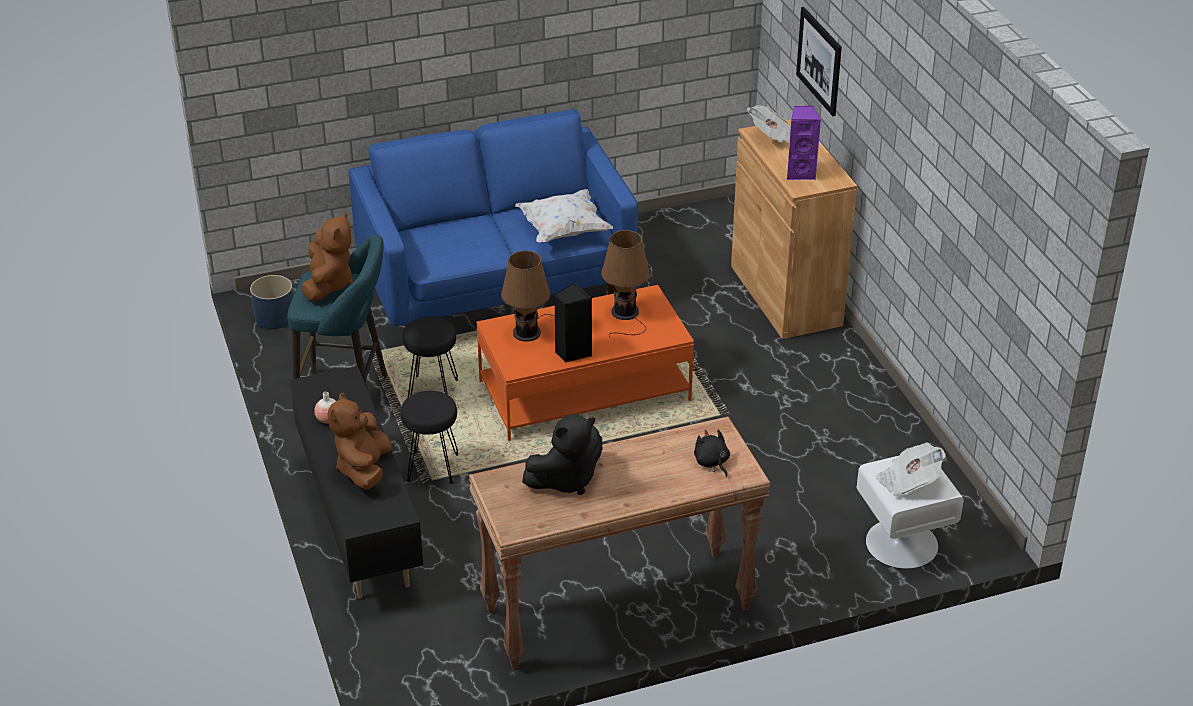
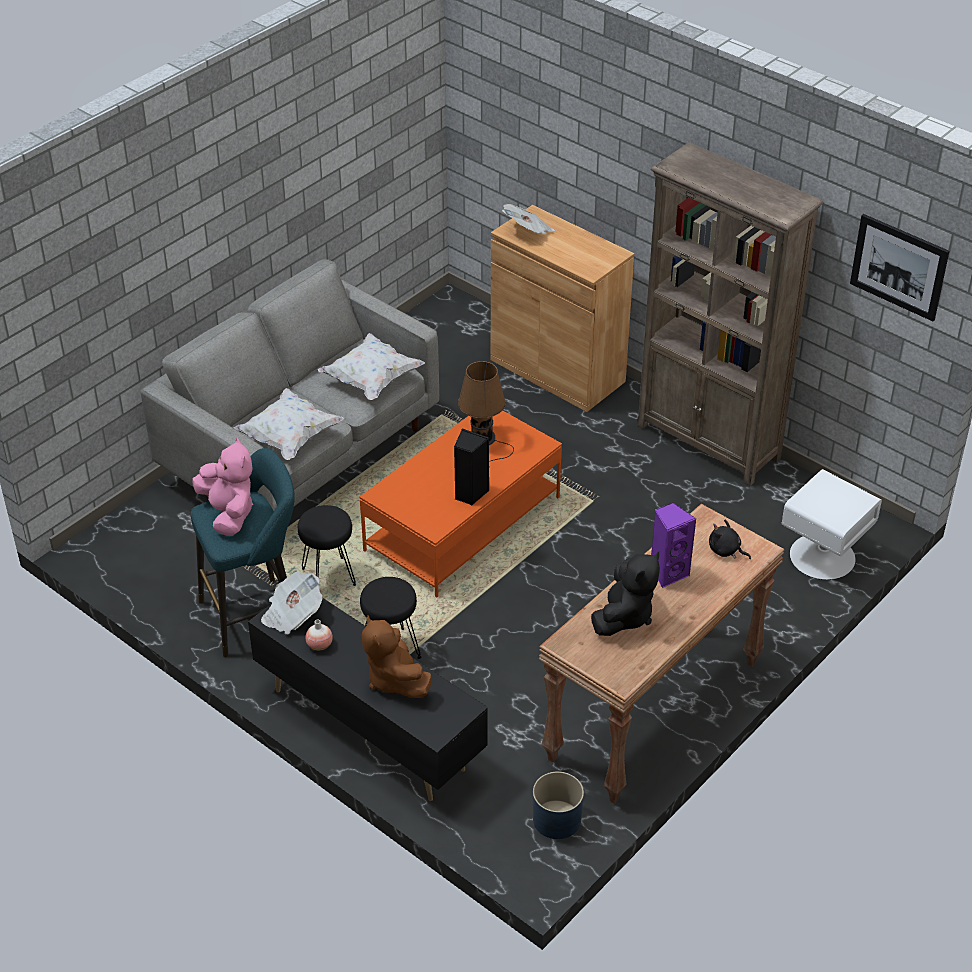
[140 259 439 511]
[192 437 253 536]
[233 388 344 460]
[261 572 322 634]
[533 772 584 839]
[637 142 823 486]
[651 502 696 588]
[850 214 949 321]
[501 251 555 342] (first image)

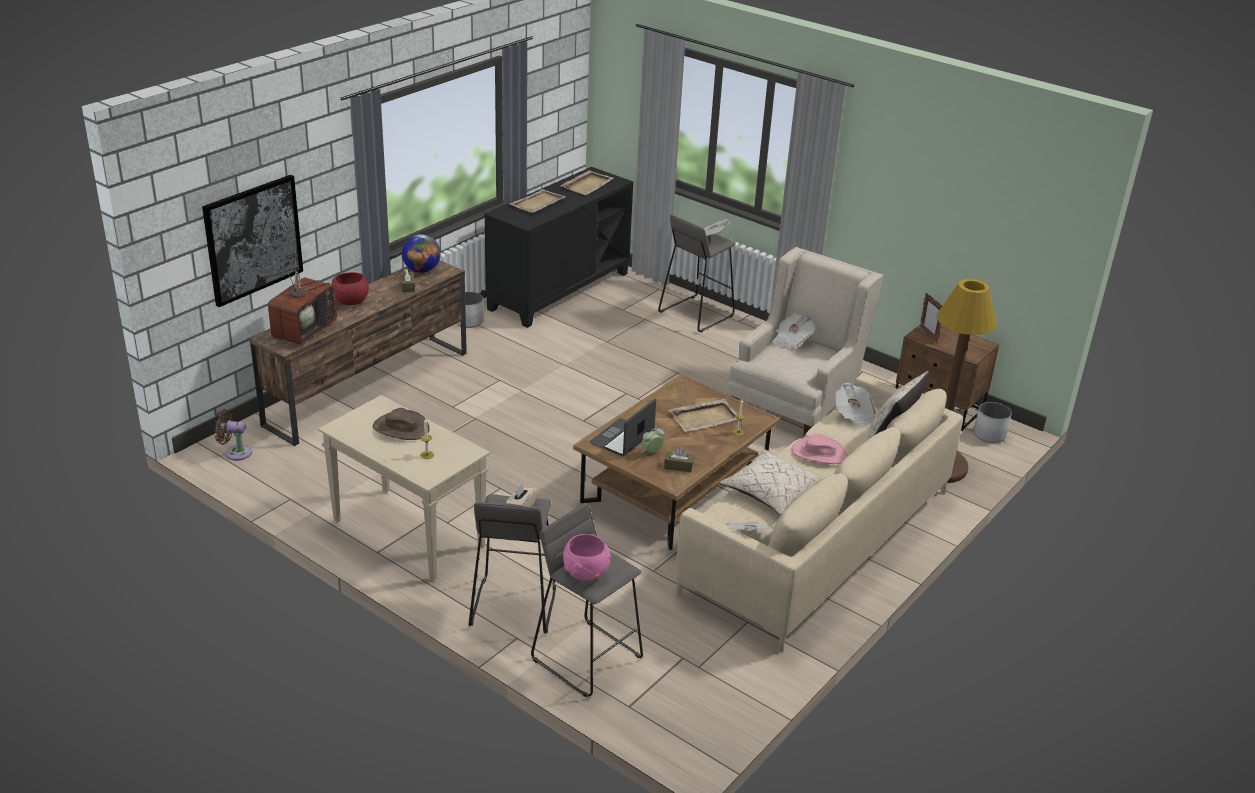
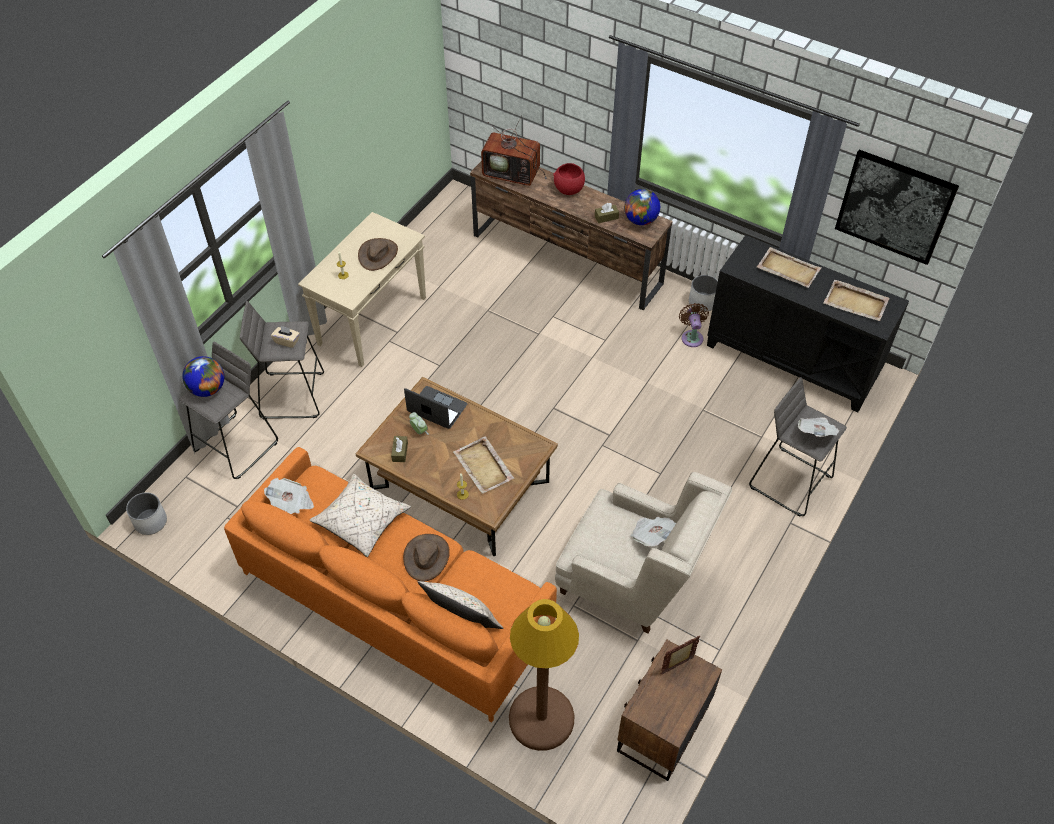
[126 492 167 535]
[182 356 224 397]
[224 447 557 722]
[403 534 450 582]
[679 303 709 347]
[835 150 959 265]
[835 383 876 429] (first image)

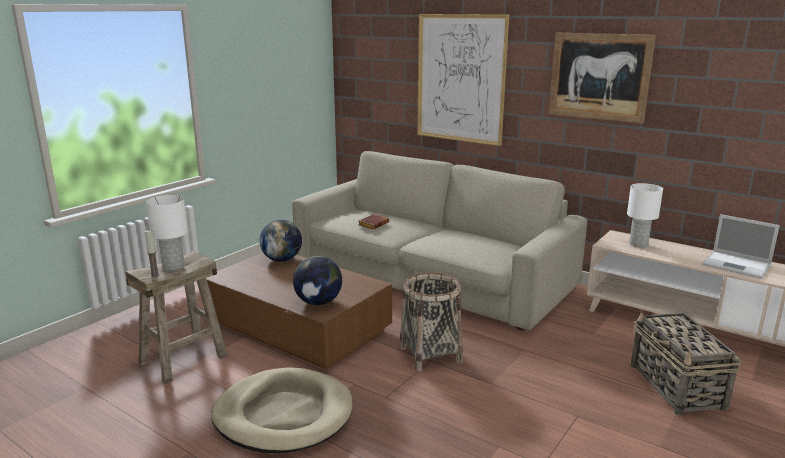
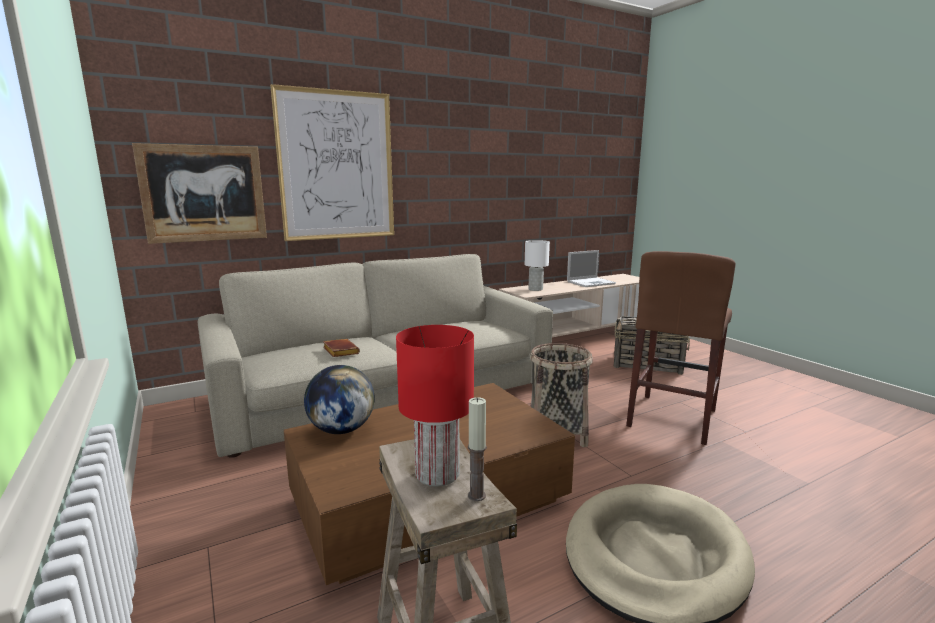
[132 143 267 244]
[396 325 474 487]
[626 251 736 445]
[293 256 342 305] (first image)

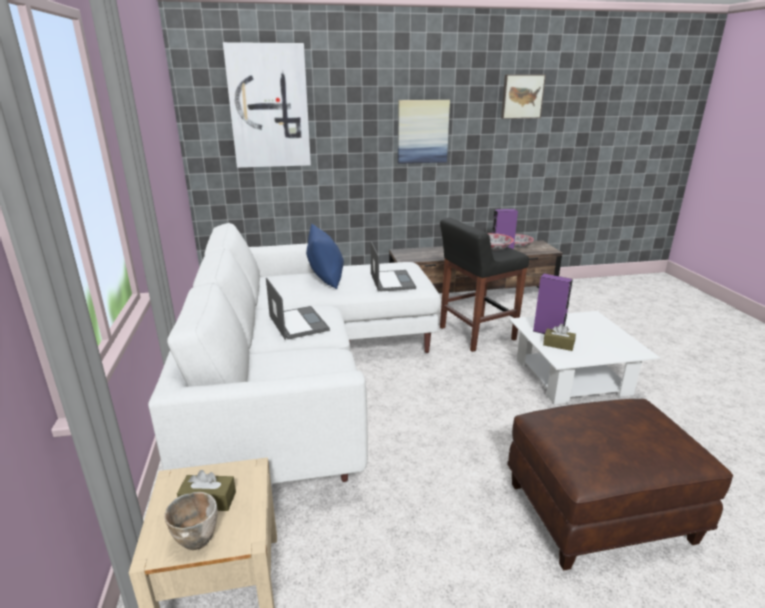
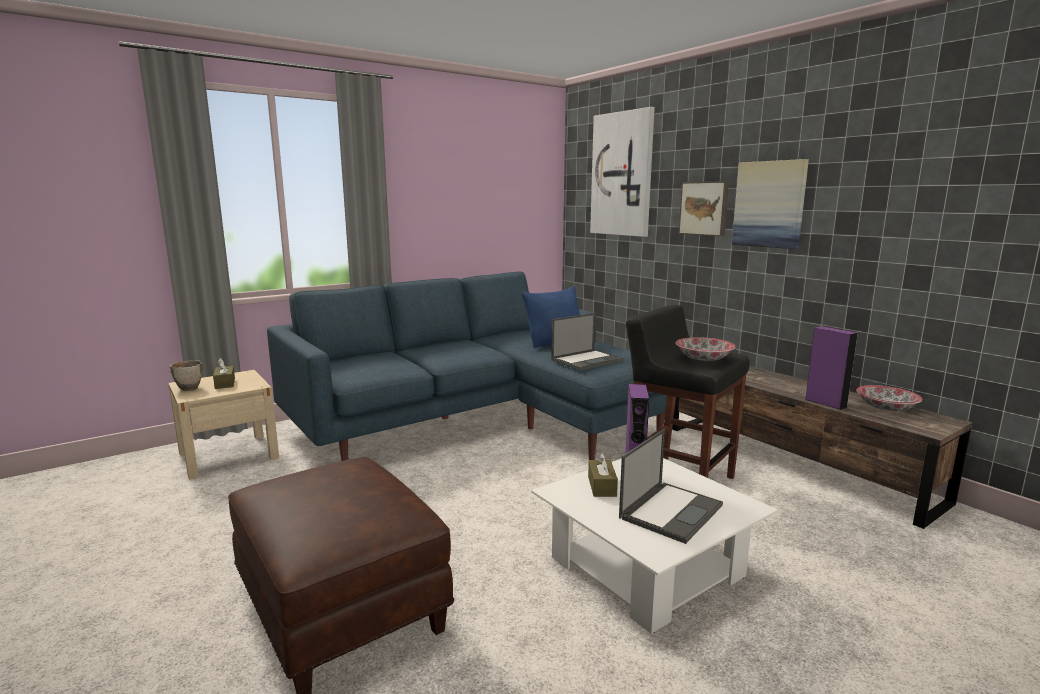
[267 272 667 461]
[619 429 723 544]
[678 181 729 236]

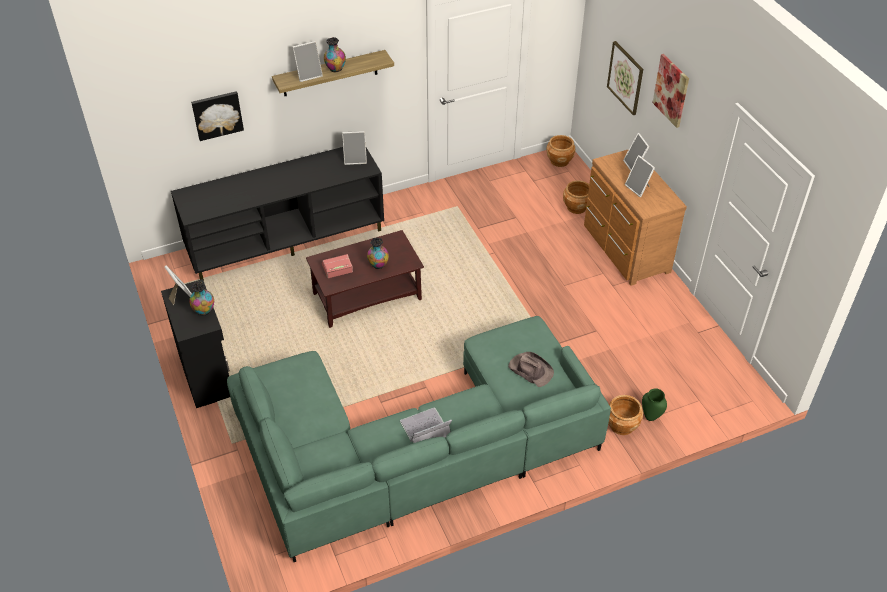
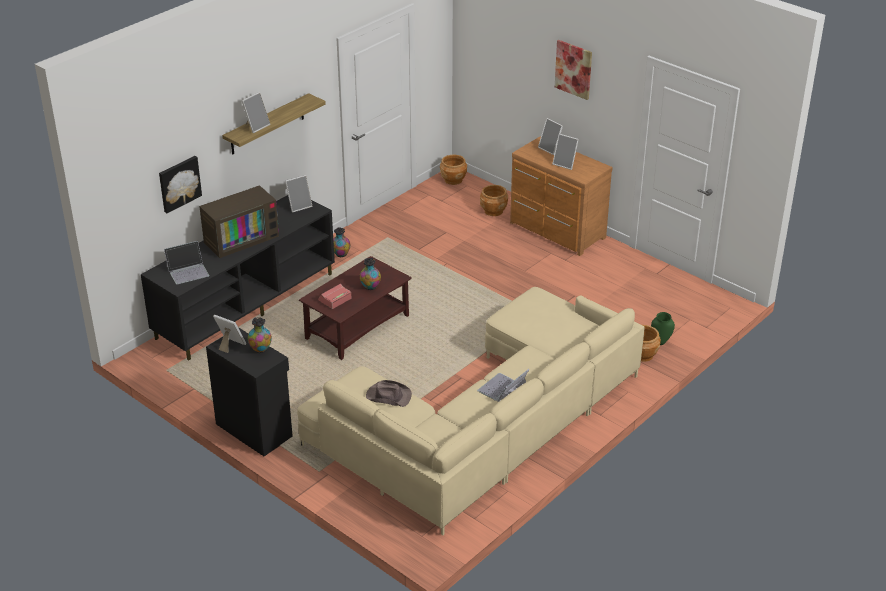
[164 241 210 284]
[199 185 279 258]
[297 287 645 535]
[333 227 350 258]
[366 380 412 407]
[607 41 643 115] (first image)

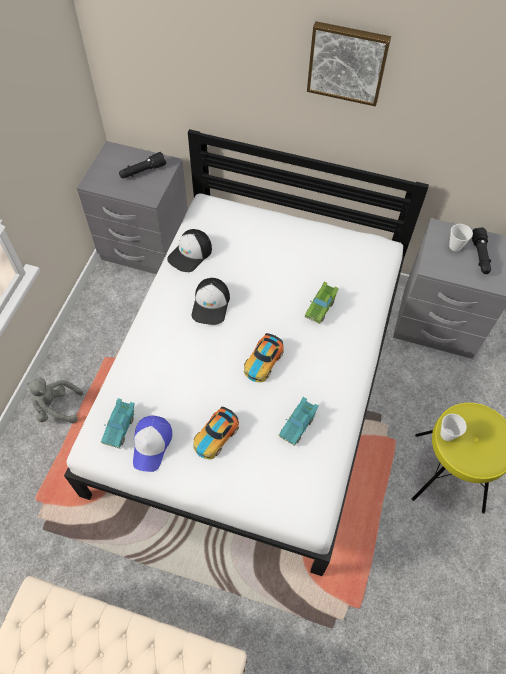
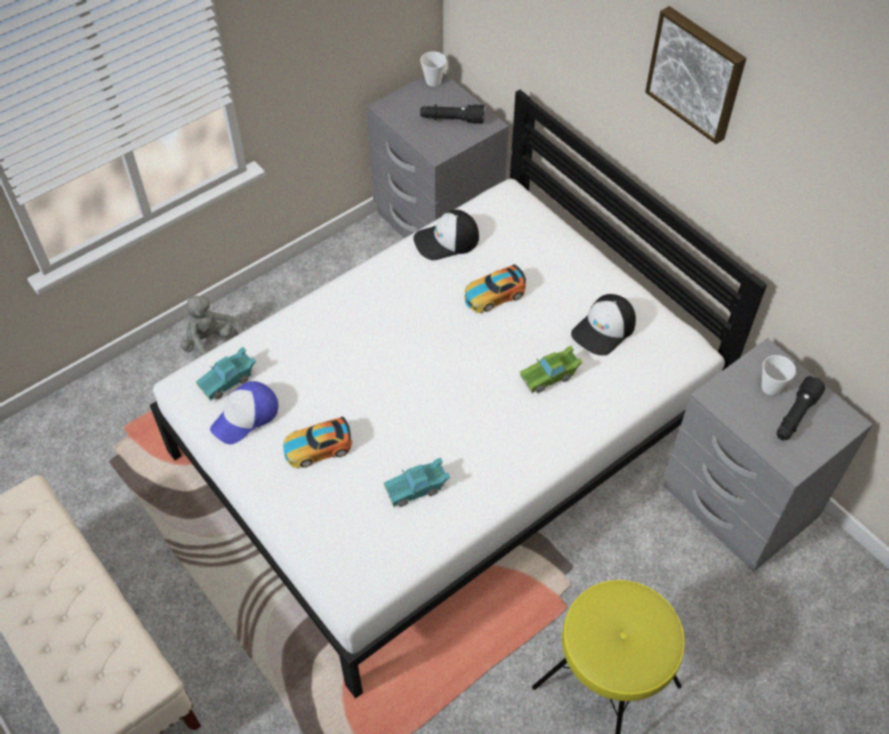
[420 51 447 87]
[464 264 526 313]
[571 294 636 355]

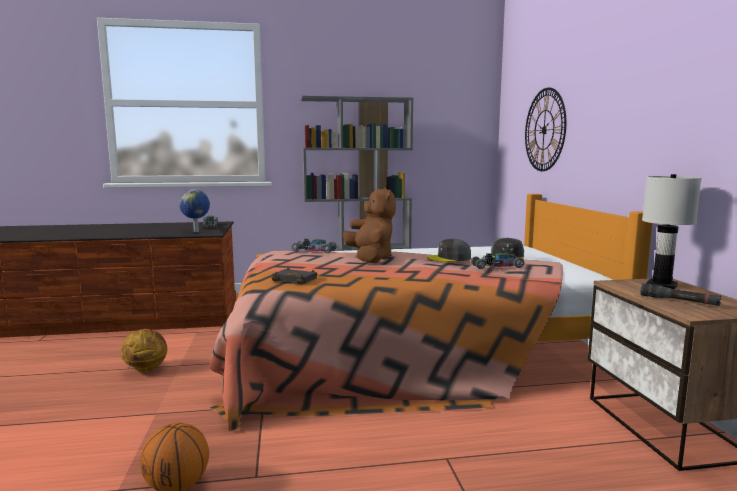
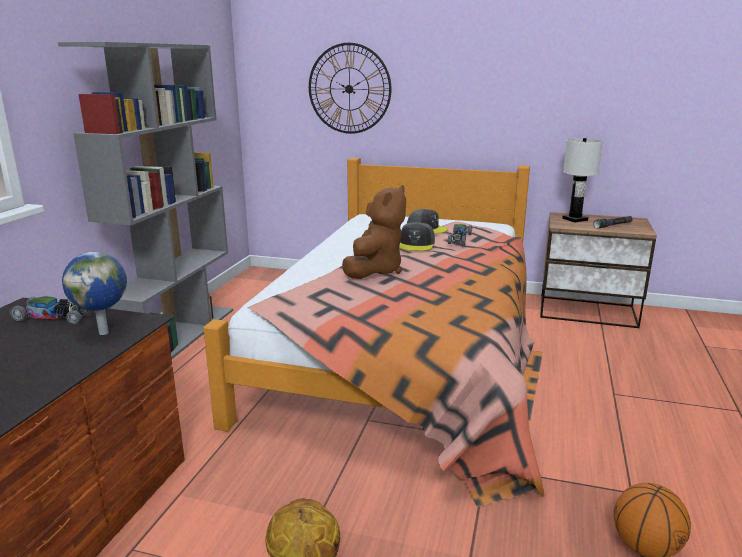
[342 185 406 279]
[271 267 317 285] (first image)
[291 239 337 253] (first image)

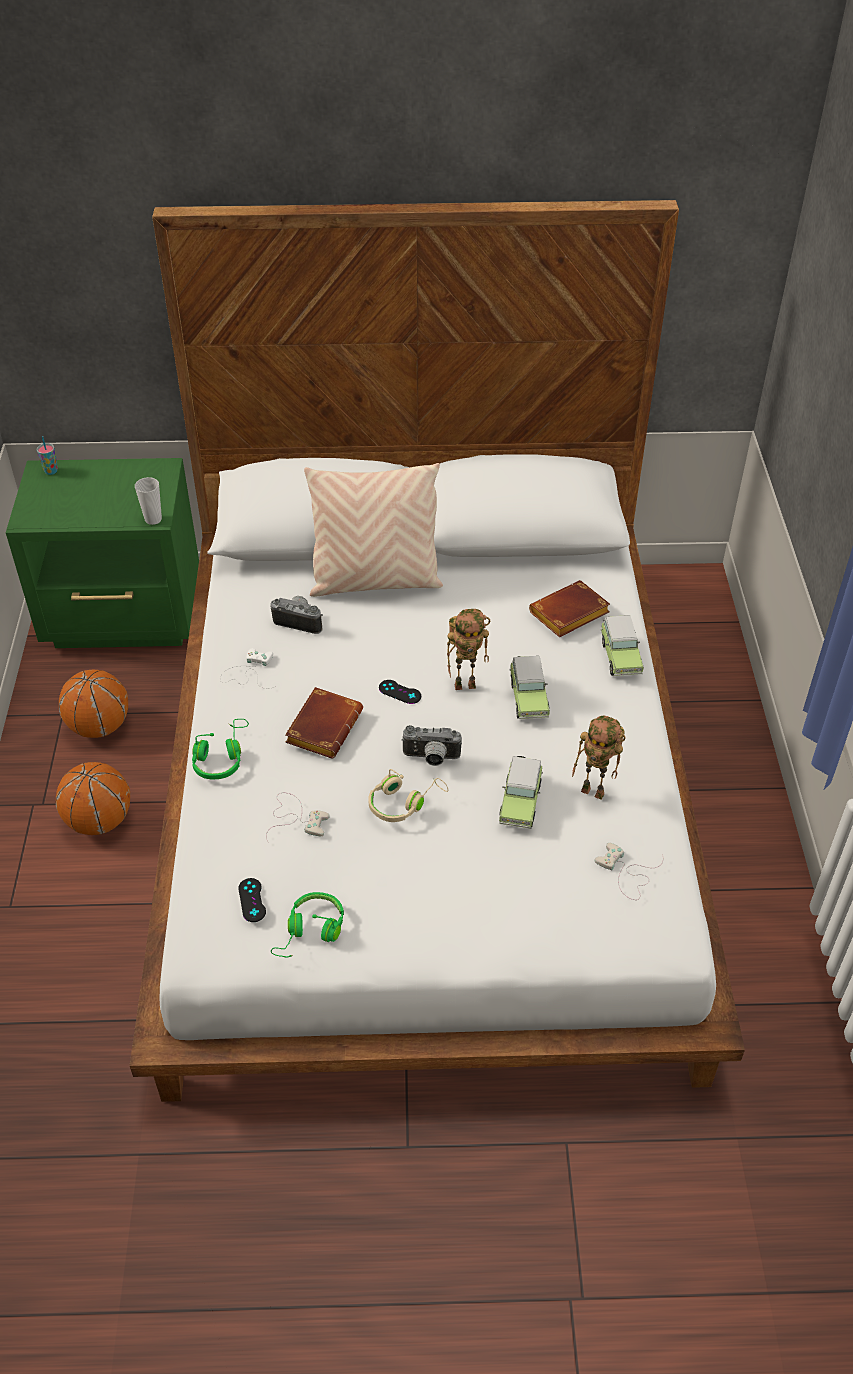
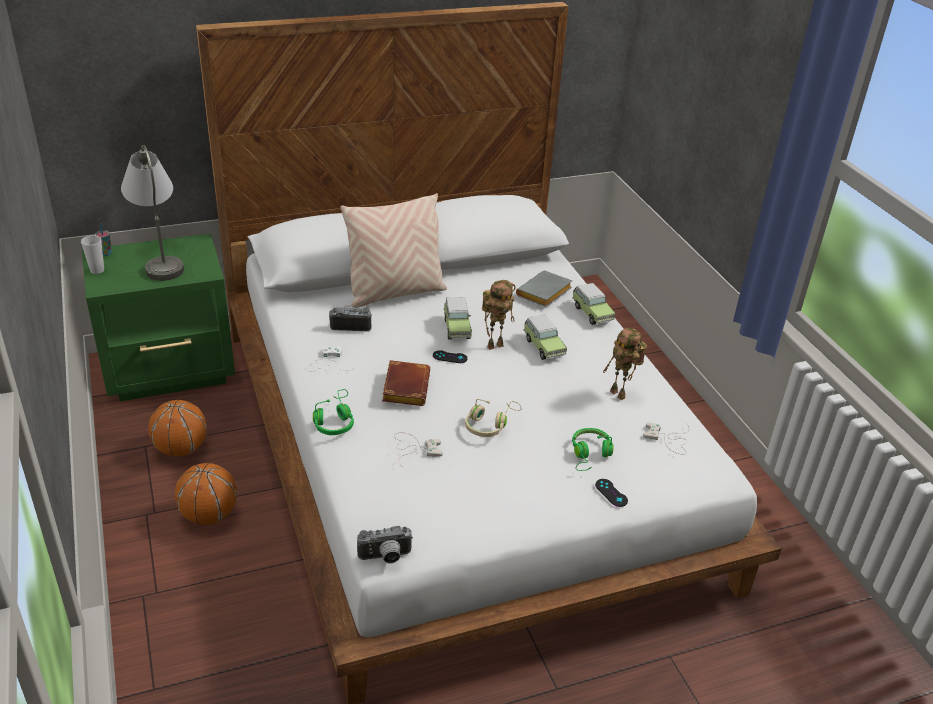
[81 235 104 274]
[121 145 184 281]
[357 526 413 564]
[444 297 472 339]
[516 270 572 307]
[572 428 614 471]
[595 479 628 507]
[603 328 647 400]

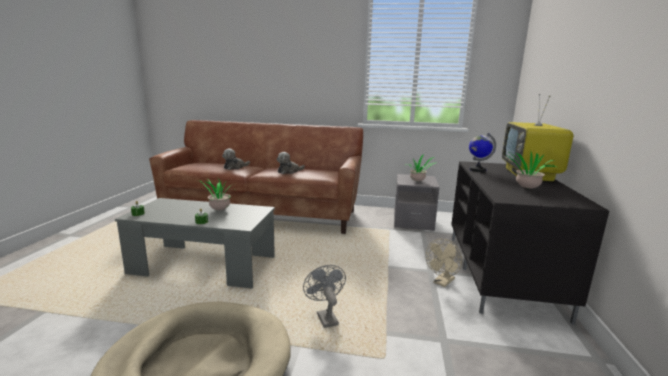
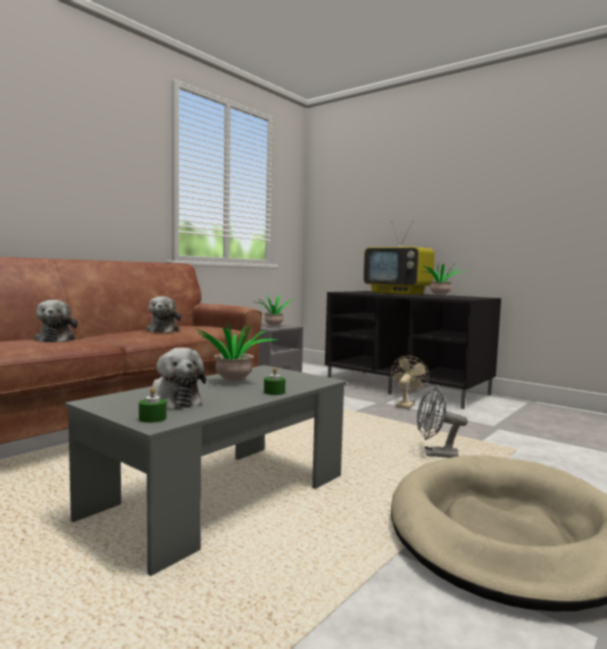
[150 348 206 409]
[391 356 429 409]
[469 133 496 172] (first image)

